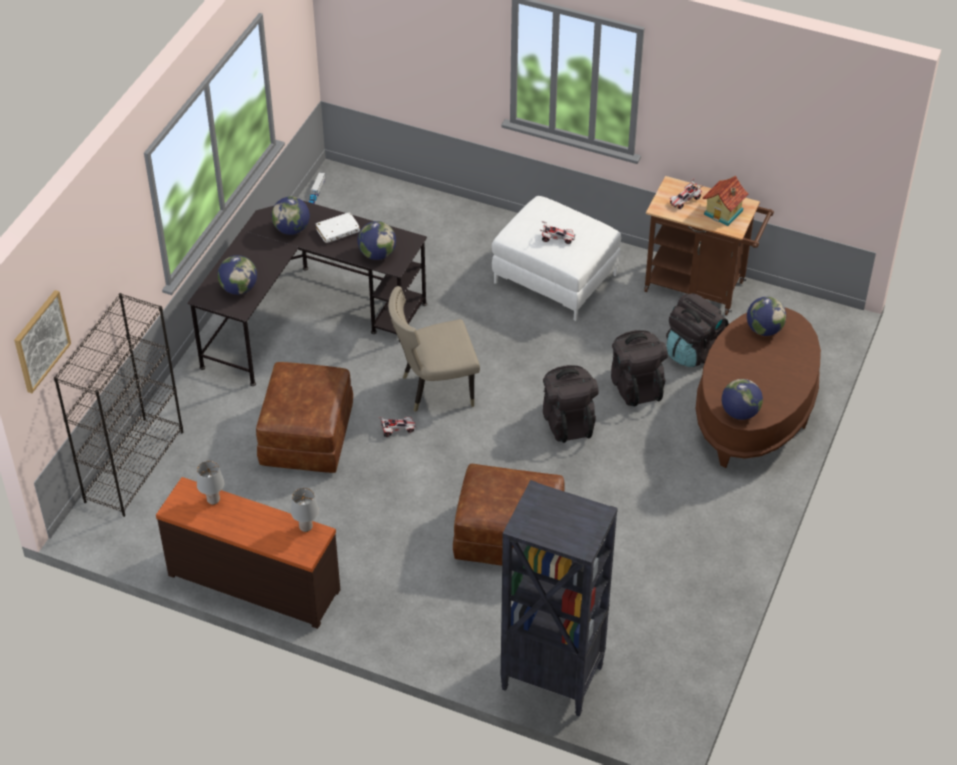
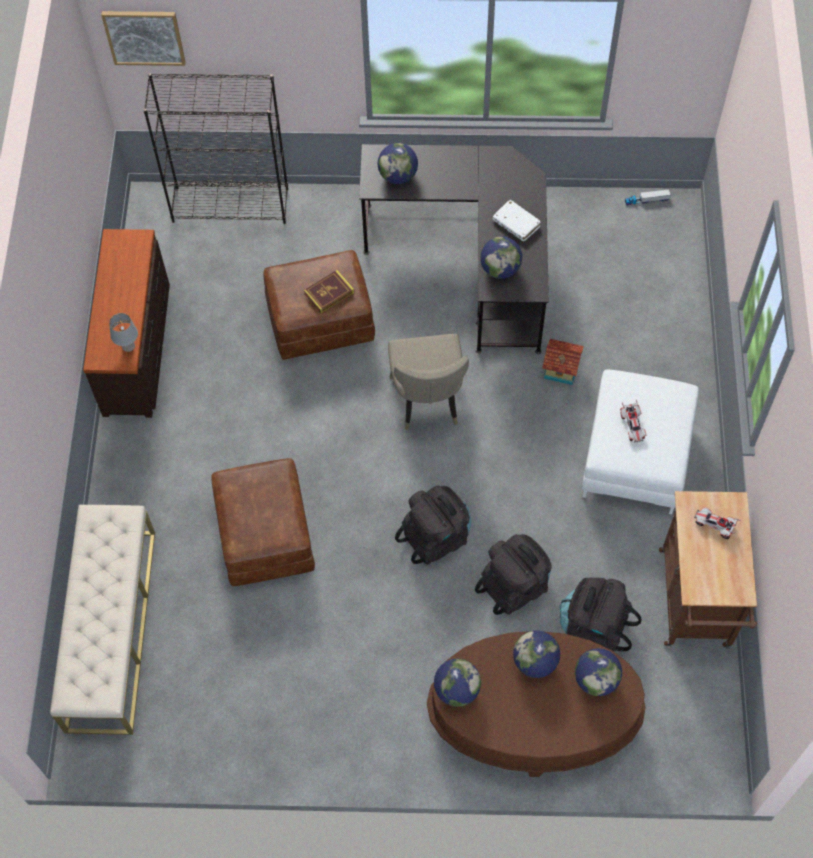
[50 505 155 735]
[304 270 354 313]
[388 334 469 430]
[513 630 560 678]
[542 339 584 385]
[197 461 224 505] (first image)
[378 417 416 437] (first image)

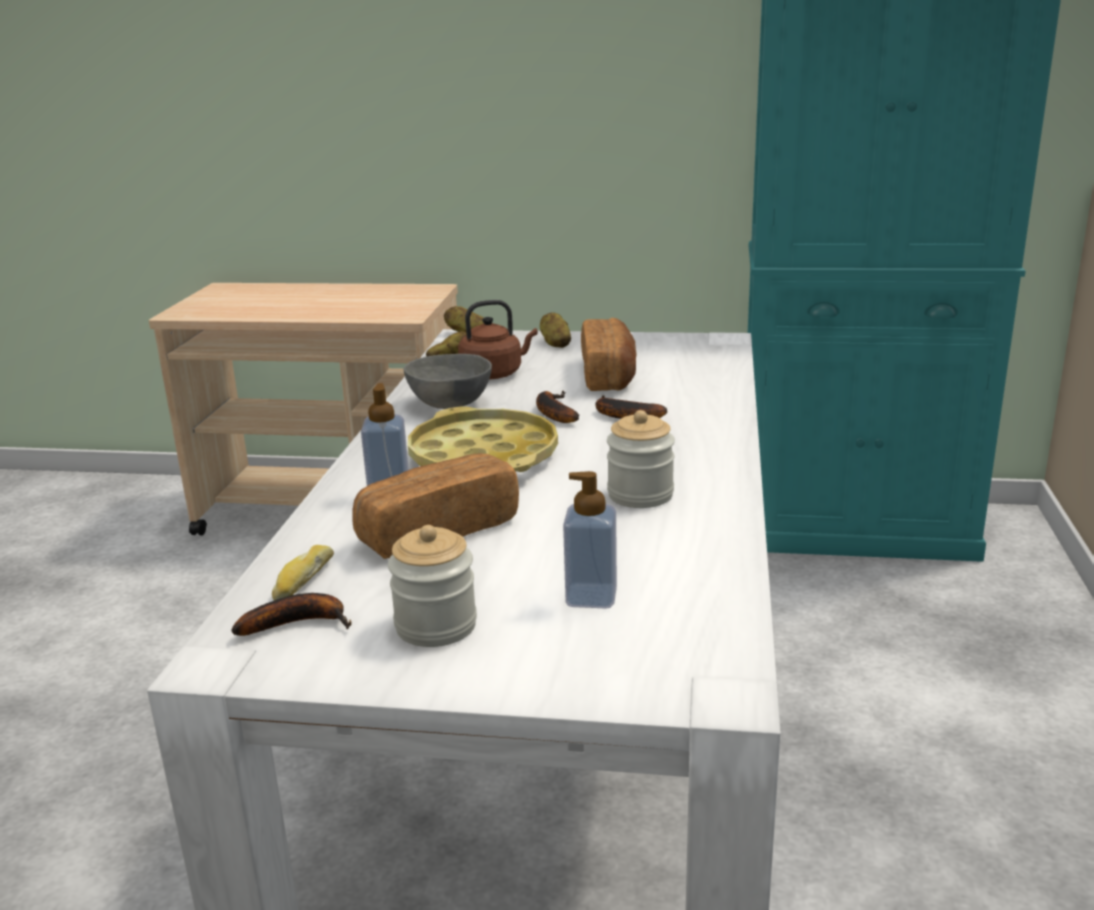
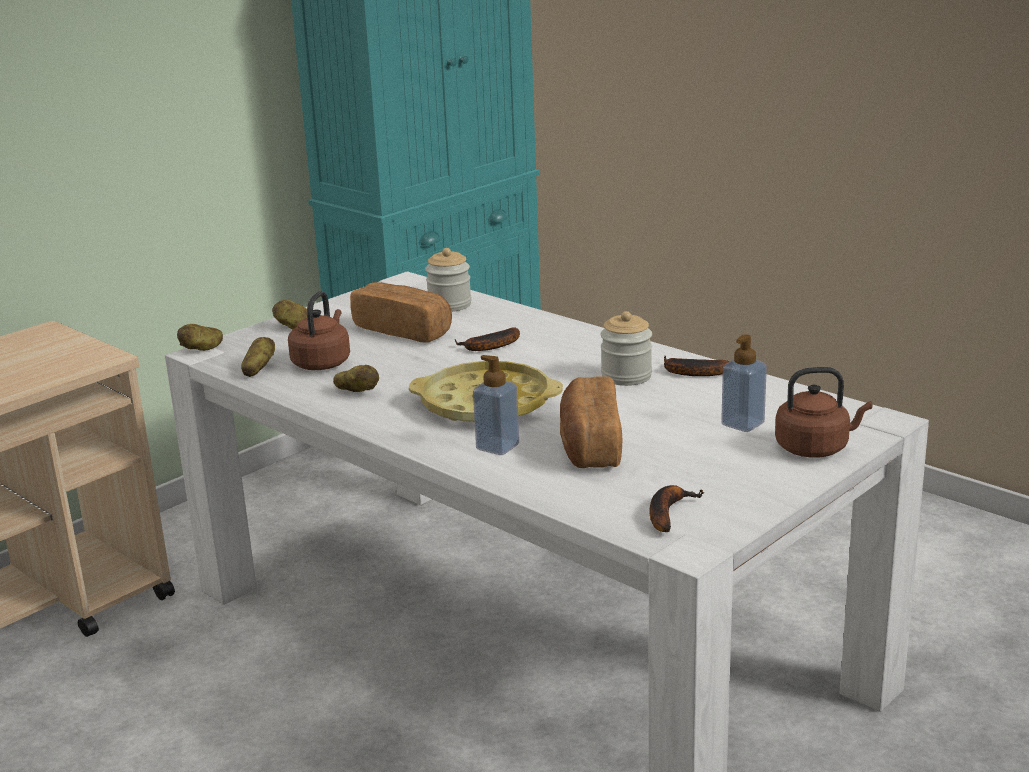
[333 365 379 392]
[425 248 472 312]
[664 356 729 376]
[775 367 873 458]
[272 545 334 600] (first image)

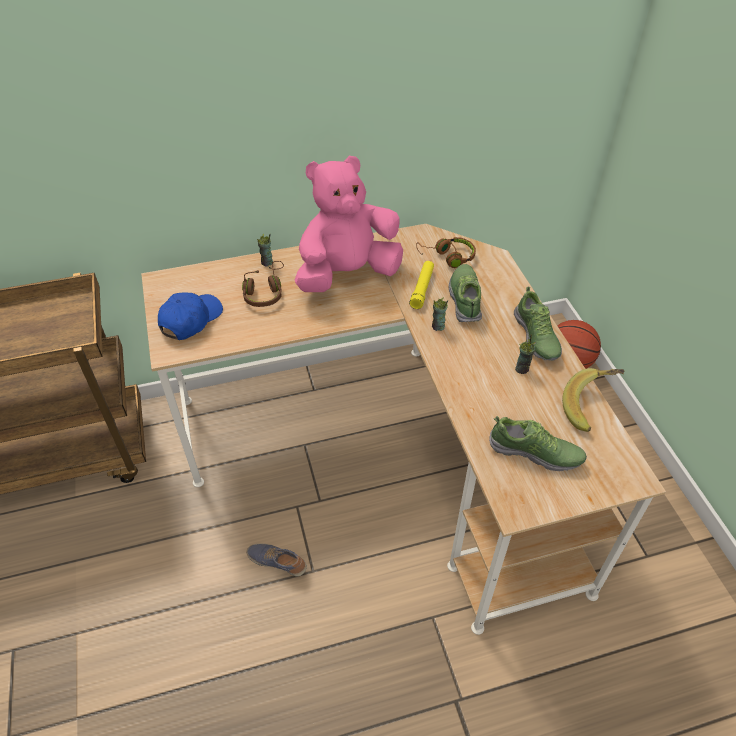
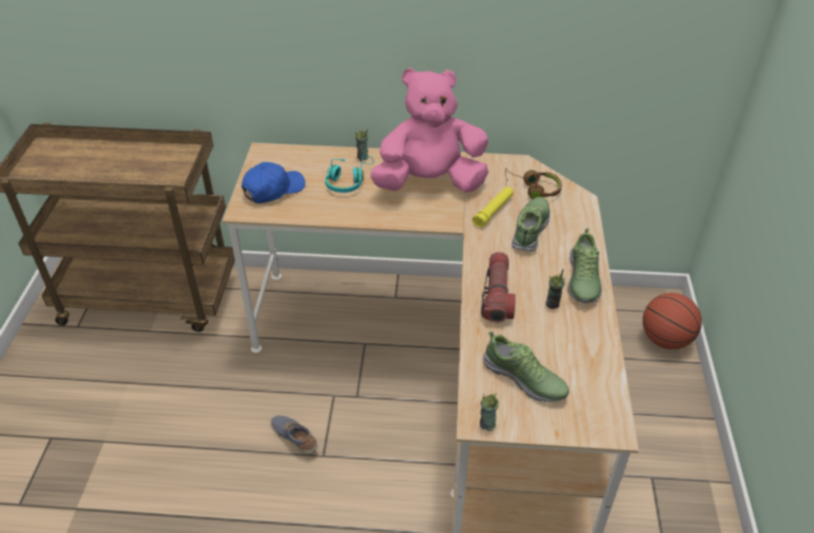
[325 156 374 193]
[480 393 499 431]
[481 252 516 323]
[562 368 624 432] (first image)

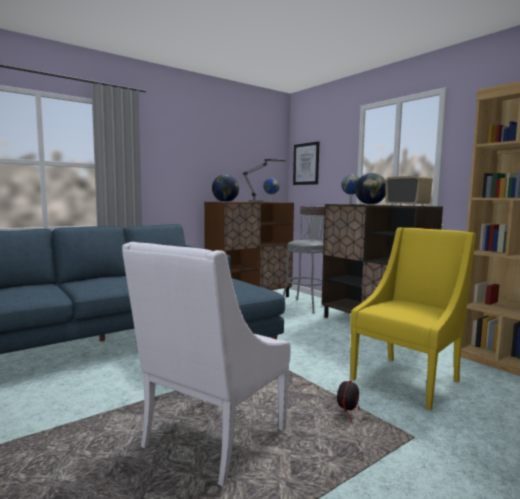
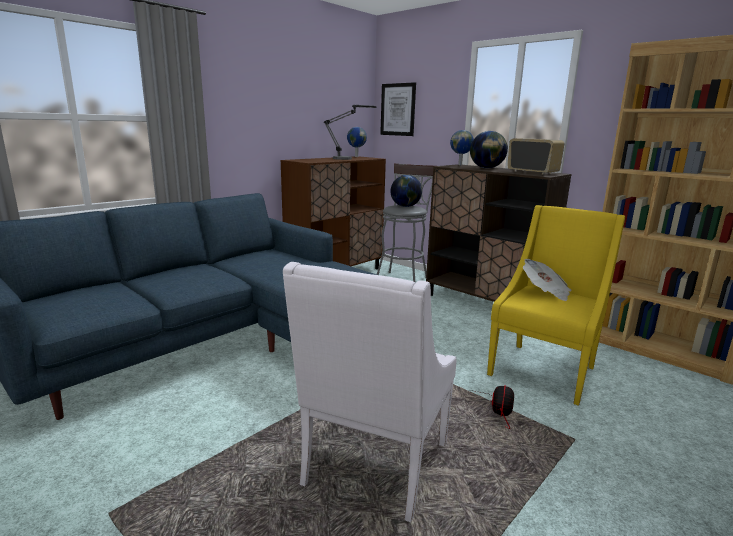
[390 175 422 207]
[523 259 571 301]

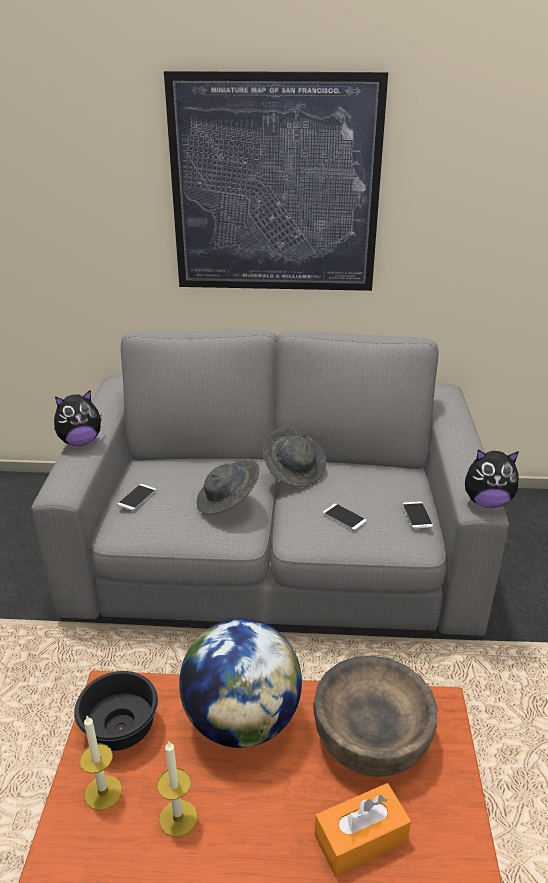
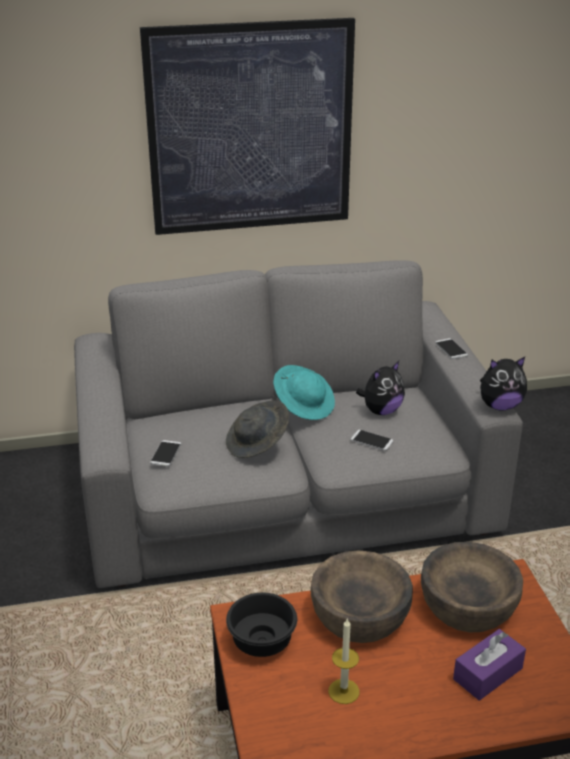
[273 365 335 420]
[310 550 413 643]
[356 361 405 415]
[435 338 468 359]
[453 629 526 701]
[79 716 122 811] (first image)

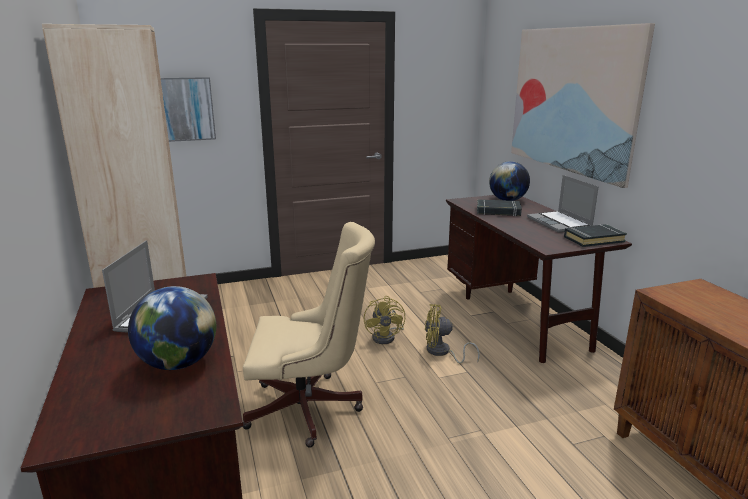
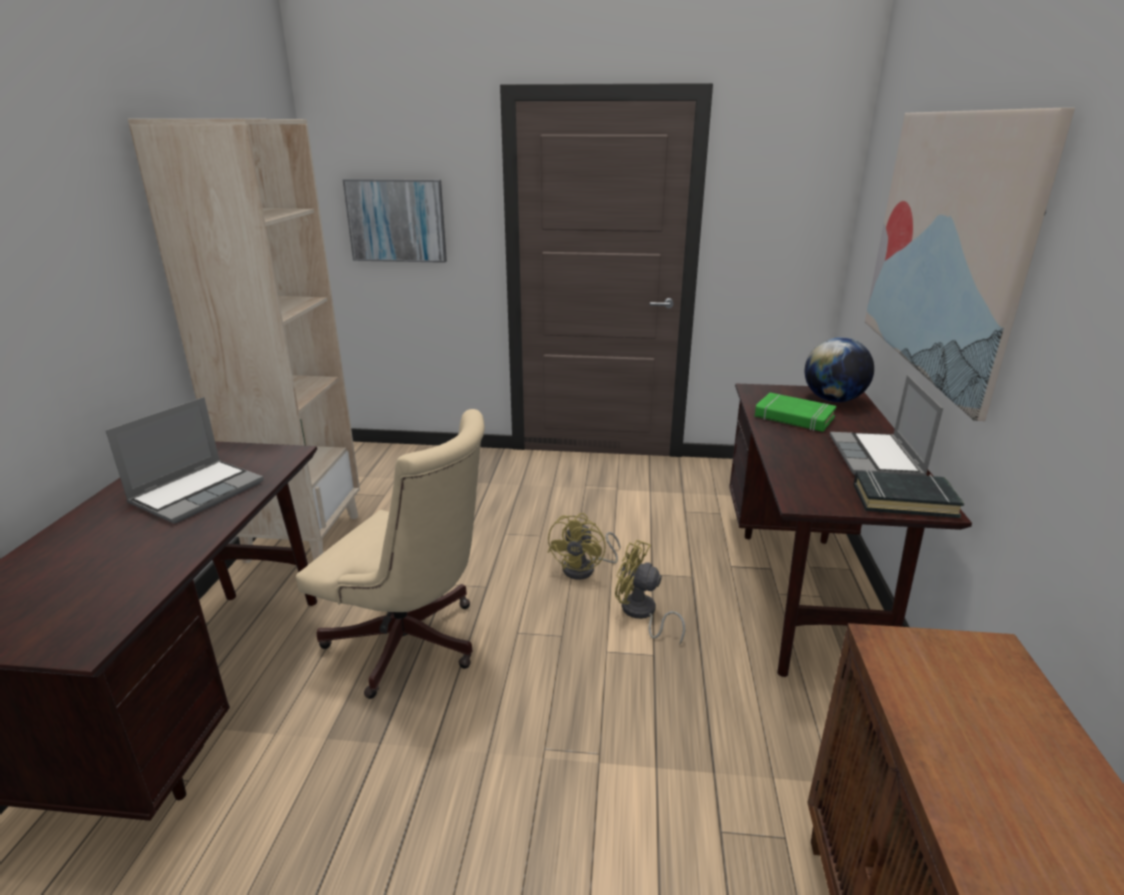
[755 393 837 432]
[128 286 216 370] (first image)

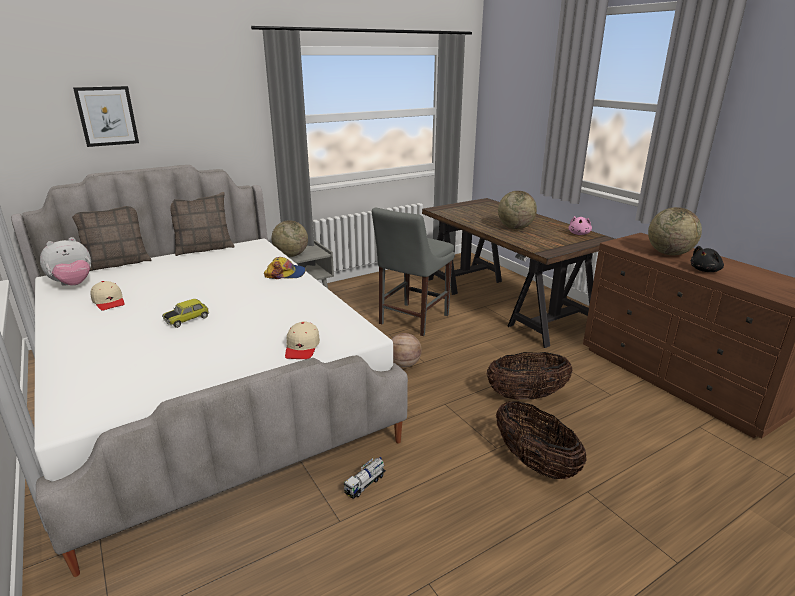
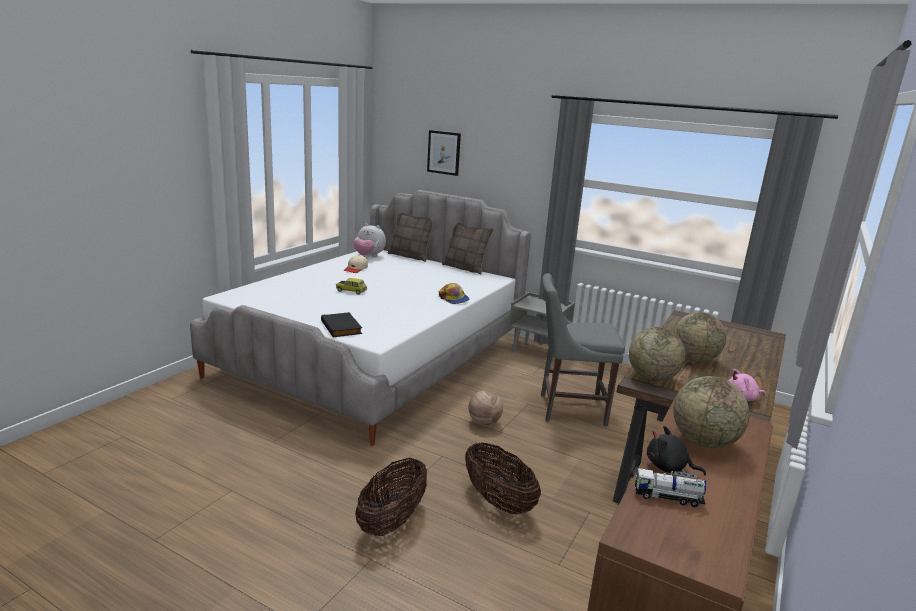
[321 312 362 337]
[629 327 686 381]
[635 468 706 507]

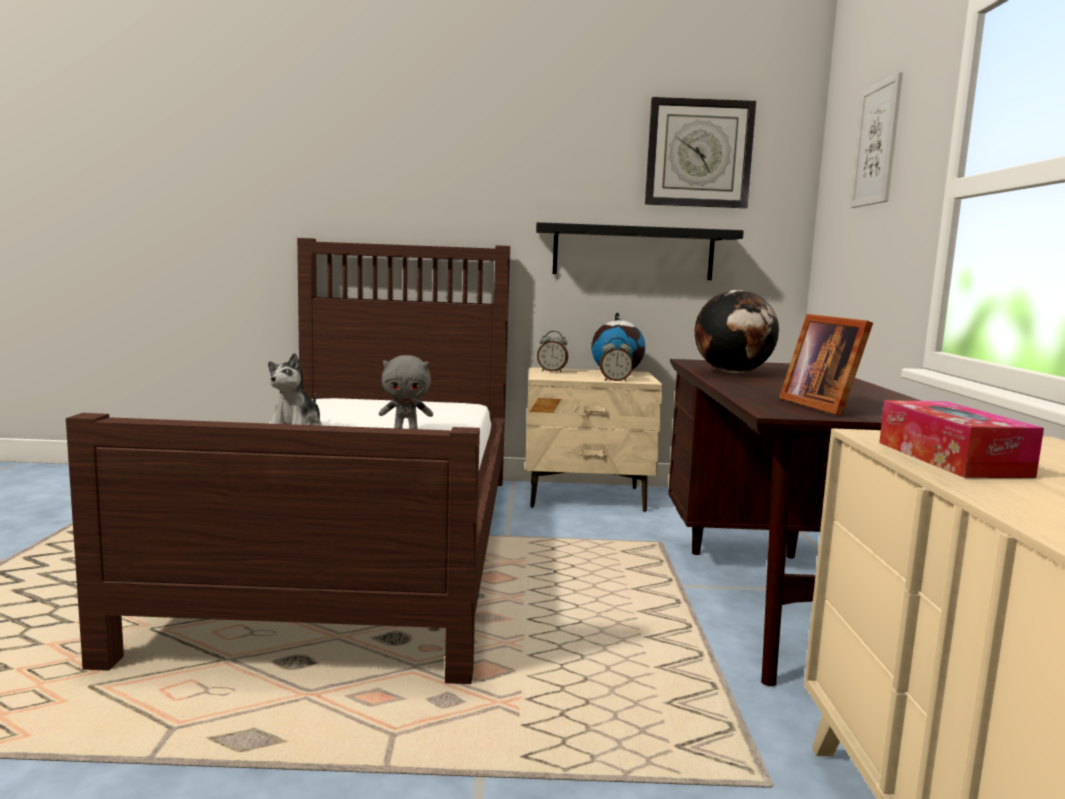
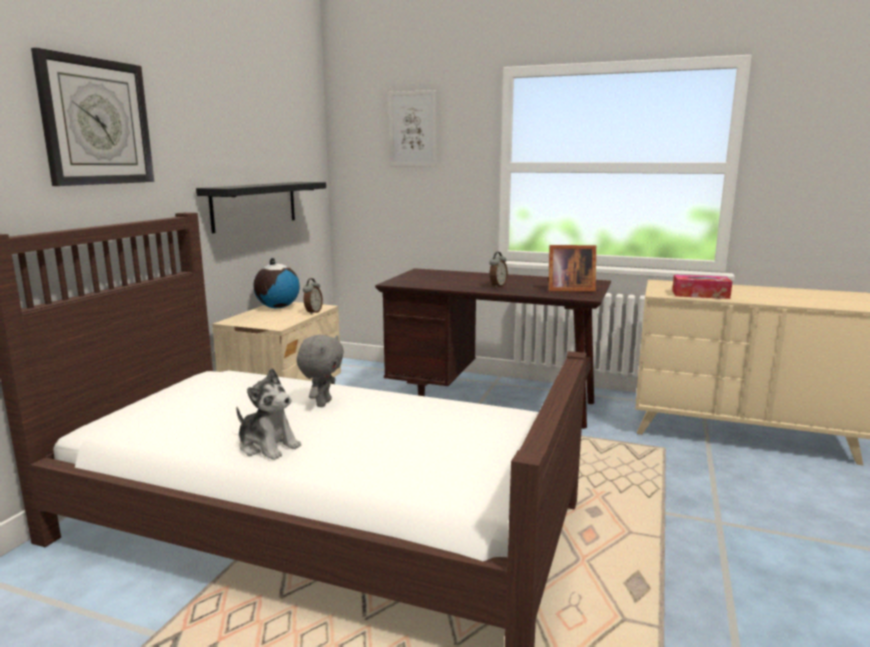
[31 48 154 186]
[489 252 508 288]
[695 290 779 373] (first image)

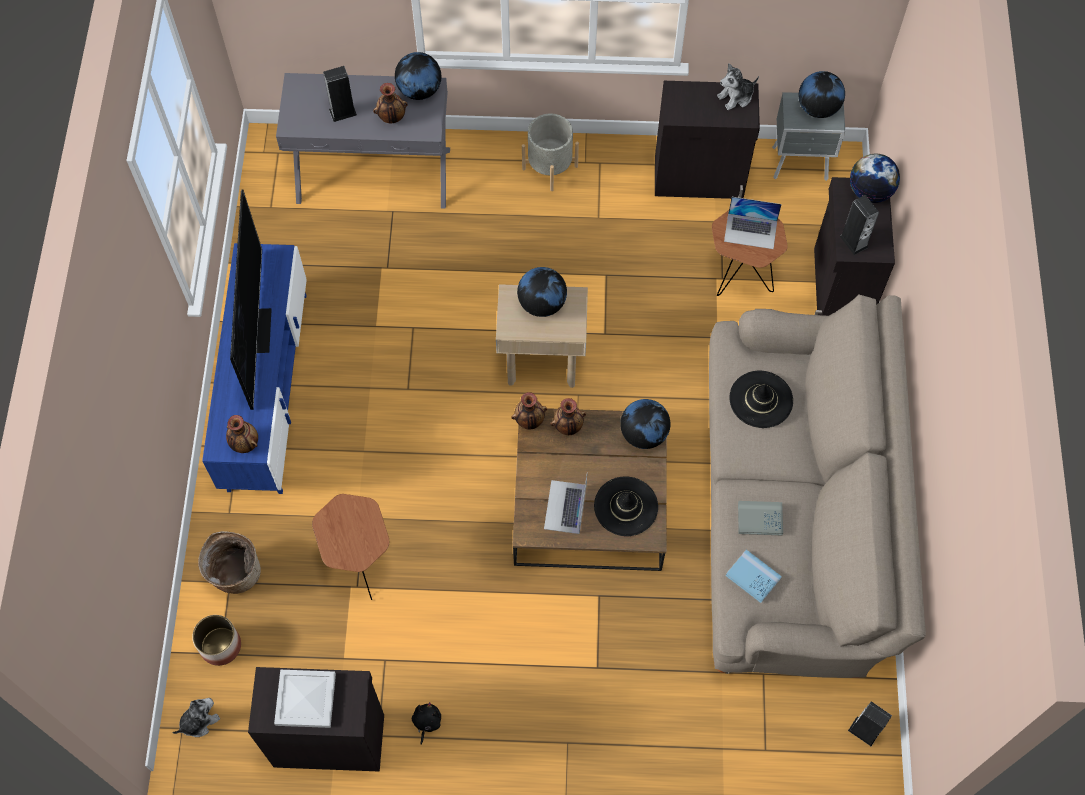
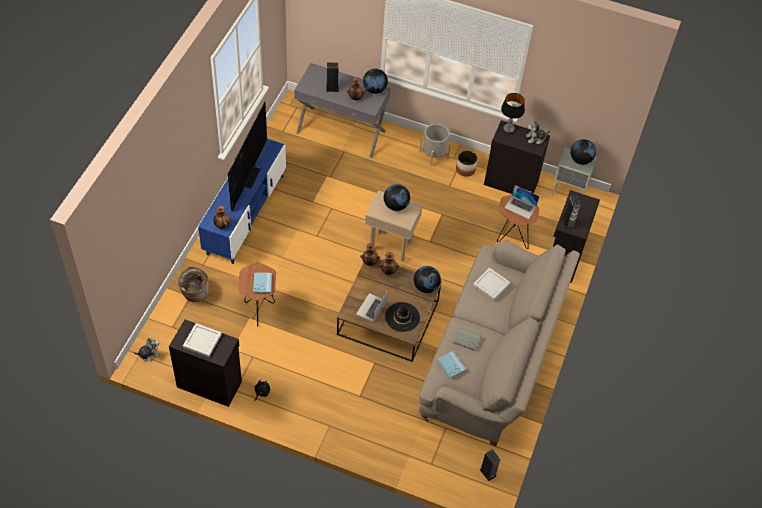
[253 273 272 294]
[456 150 478 177]
[473 268 510 300]
[501 93 525 133]
[850 154 900 203] (first image)

